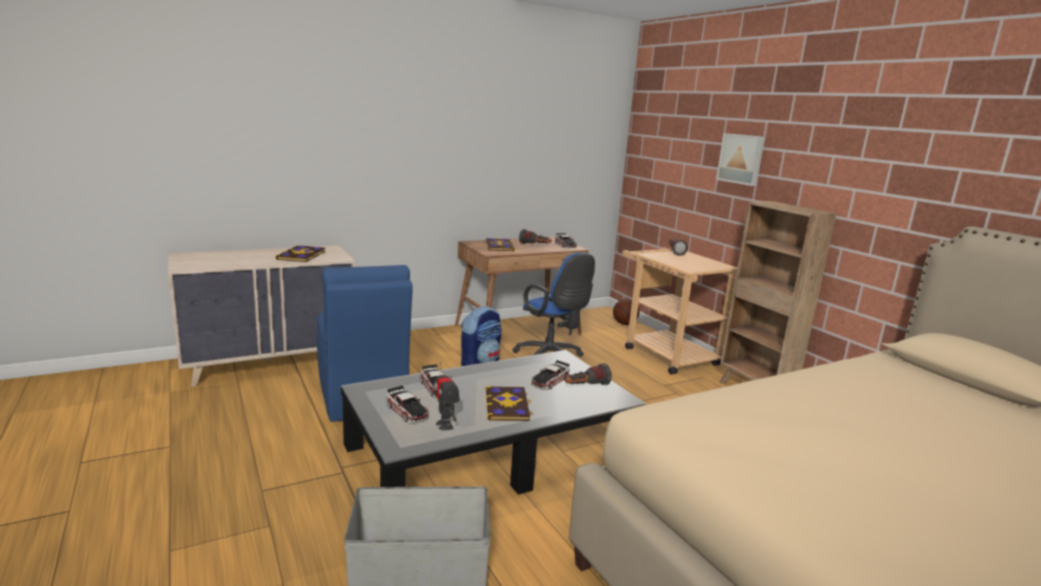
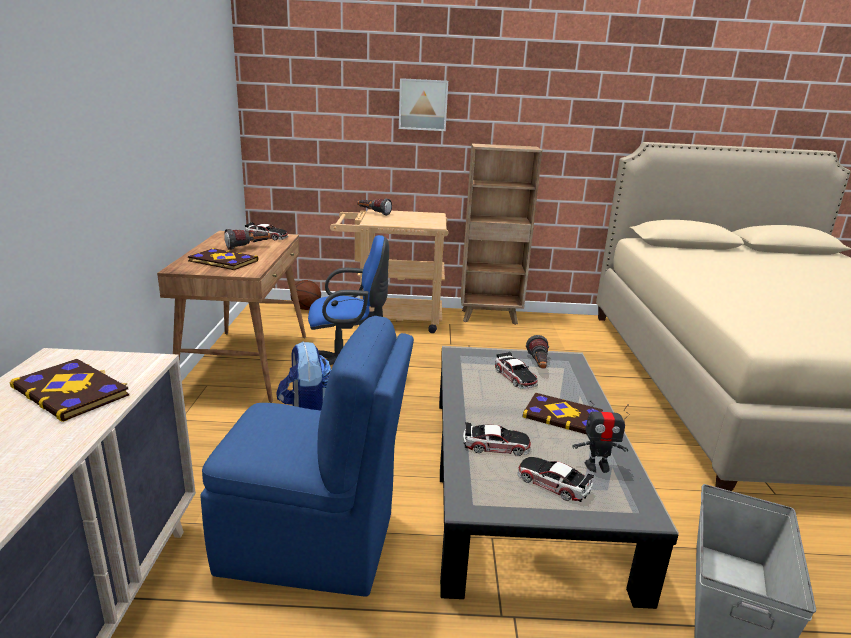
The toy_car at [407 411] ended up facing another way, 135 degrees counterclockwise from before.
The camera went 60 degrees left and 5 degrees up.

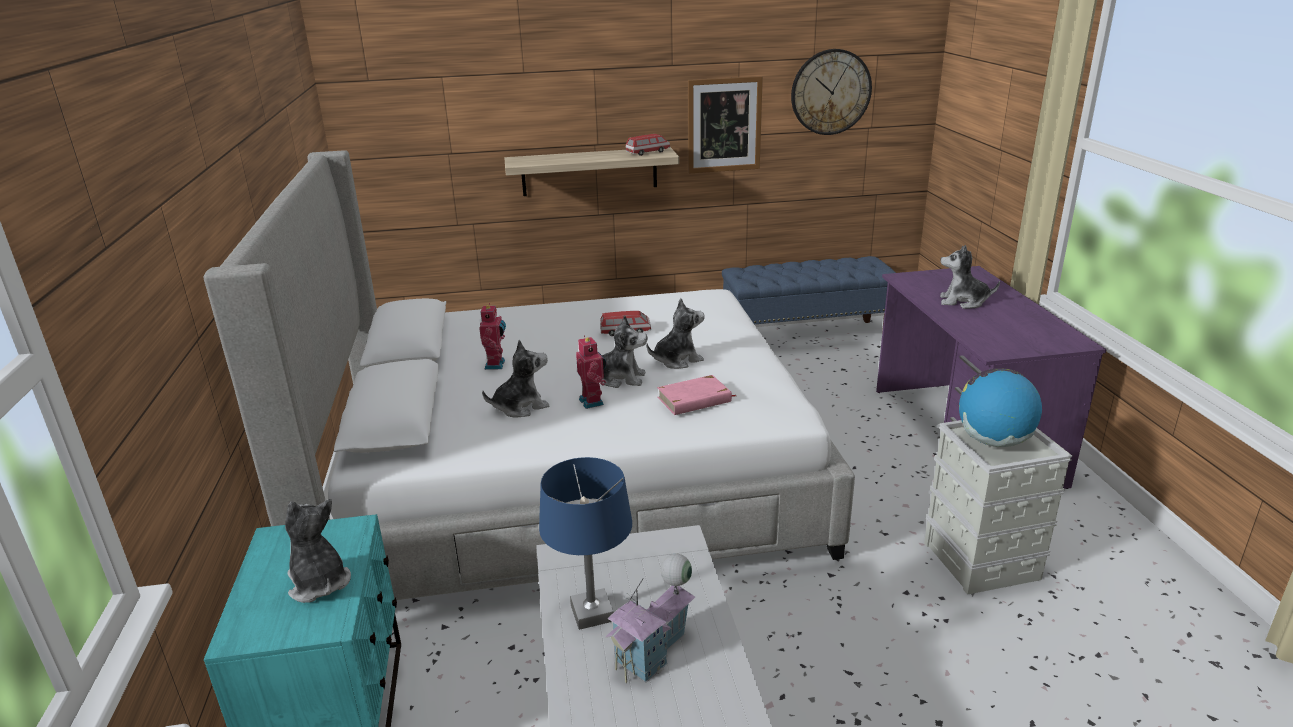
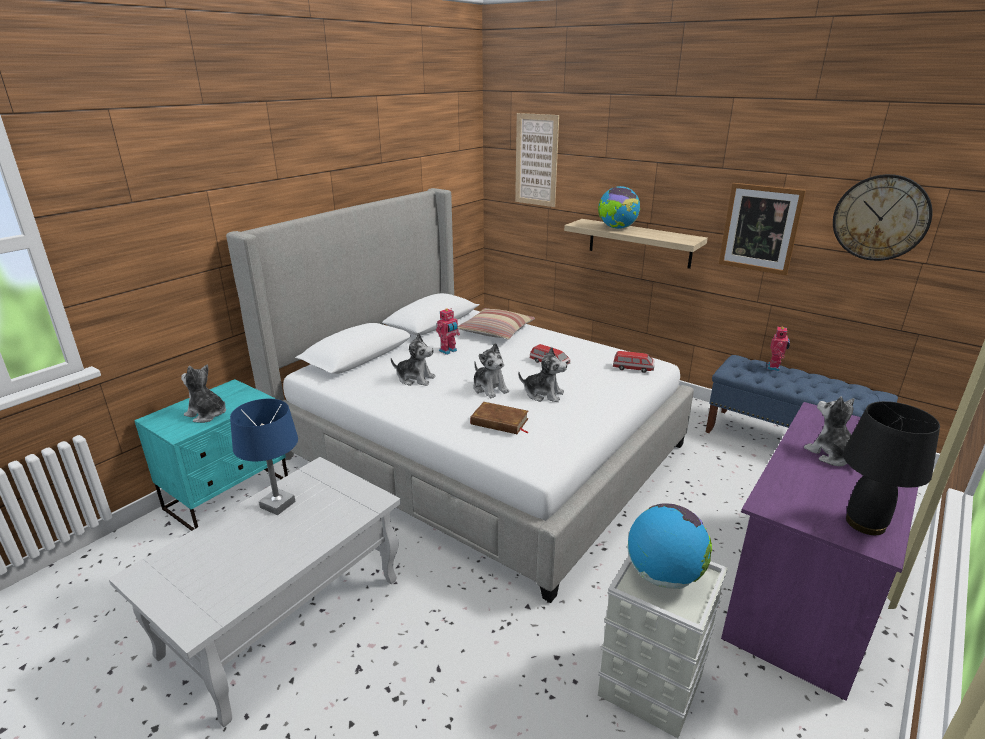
The second view lost the toy_house at [654 651].
The second view gained the pillow at [496 331].
The second view gained the picture at [536 160].
The second view gained the globe at [617 228].
The second view gained the black_table_lamp at [865 524].
The toy_robot ended up elsewhere, having gone from [593 401] to [774 367].
The toy_car ended up elsewhere, having gone from [648 152] to [633 368].
What was the pink_book at [694 400] turned into the brown_book at [499 422].
The plush_toy at [319 583] ended up facing another way, 75 degrees counterclockwise from before.
The camera went 45 degrees right and 0 degrees up.

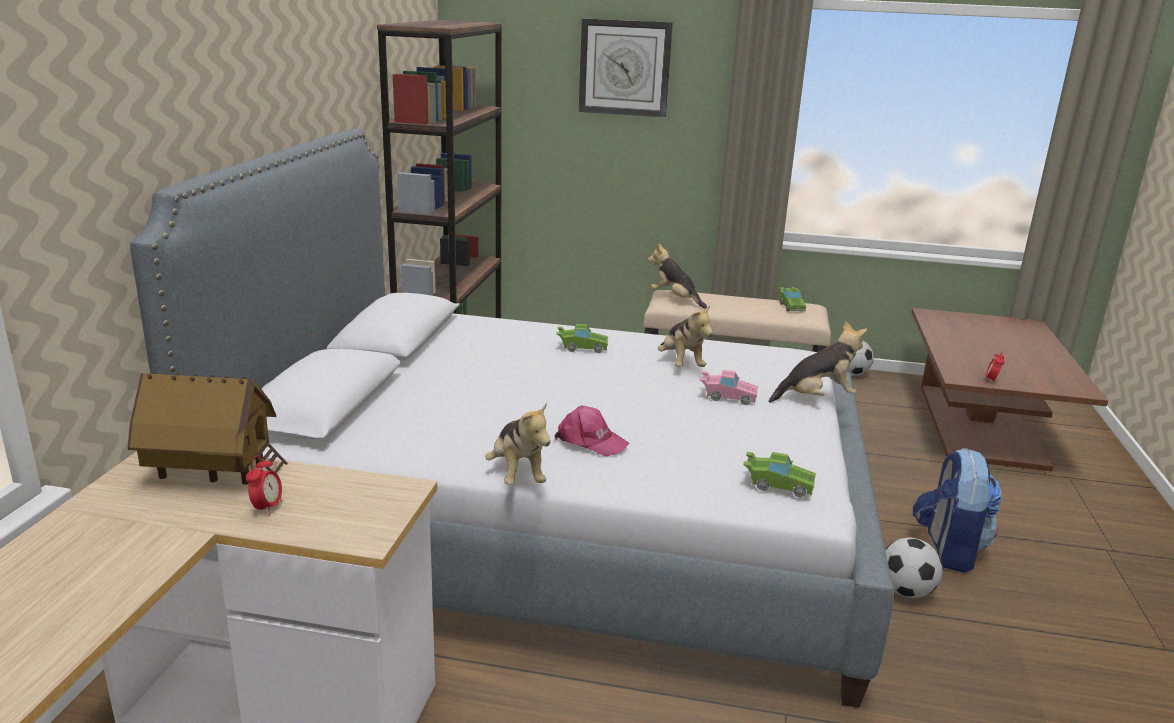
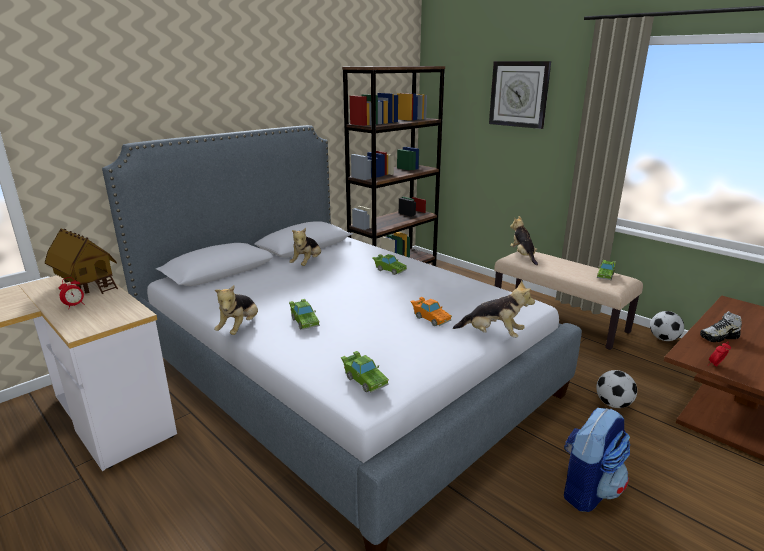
The second view gained the shoe at [719 337].
The plush_toy ended up elsewhere, having gone from [681 364] to [307 263].
The football ended up elsewhere, having gone from [906 591] to [613 404].
Where the pink_cap stood at [590 441], the green_toy_car came to stand at [304 321].
What was the pink_toy_car at [727 397] turned into the orange_toy_car at [430 318].
The camera went 35 degrees right and 0 degrees up.

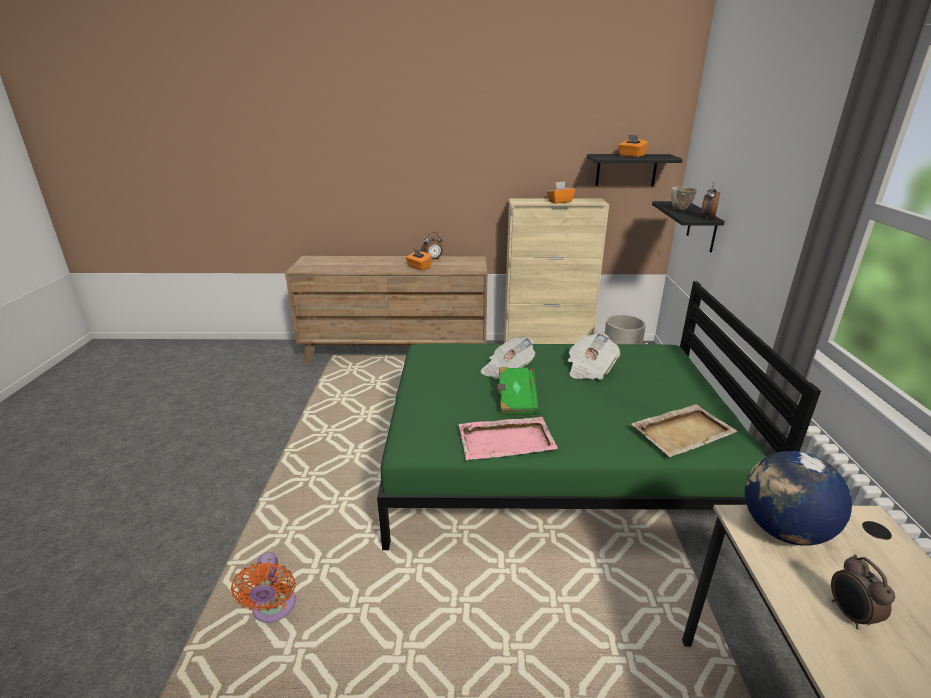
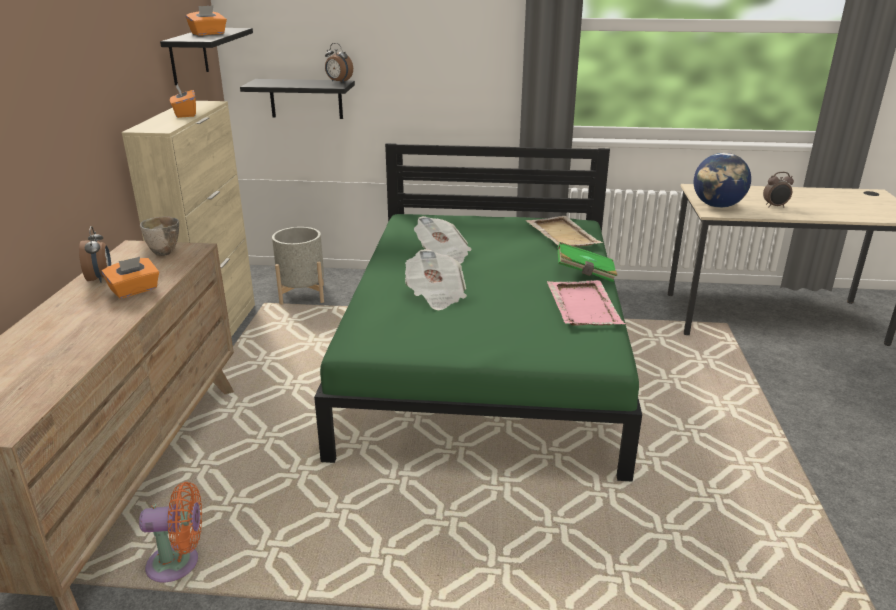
The orange_fan ended up elsewhere, having gone from [273 609] to [178 563].
The green_book ended up elsewhere, having gone from [516 400] to [585 274].
The bowl ended up elsewhere, having gone from [679 210] to [165 253].
The camera went 85 degrees left and 0 degrees up.

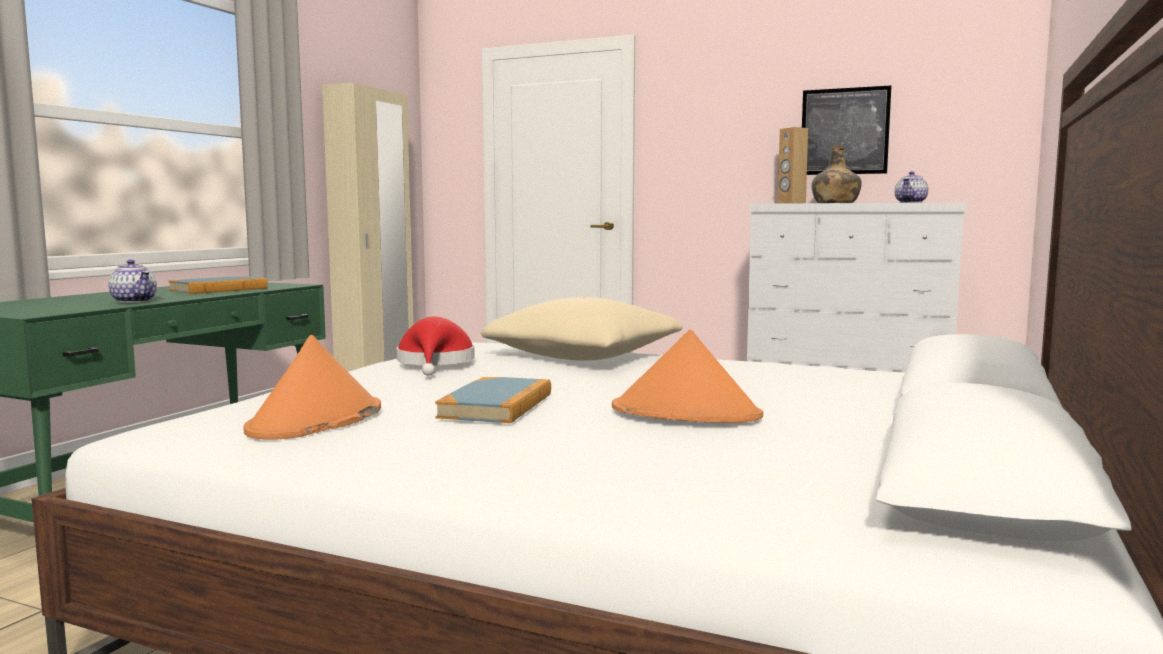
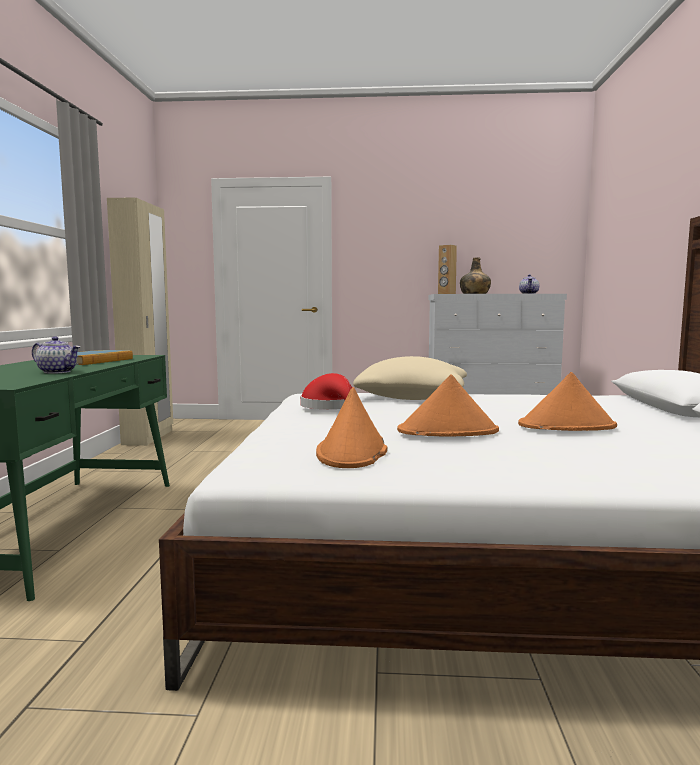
The second view lost the picture at [844 131].
Where the book stood at [497 406], the orange_hat came to stand at [448 431].
The camera went 20 degrees left and 0 degrees up.

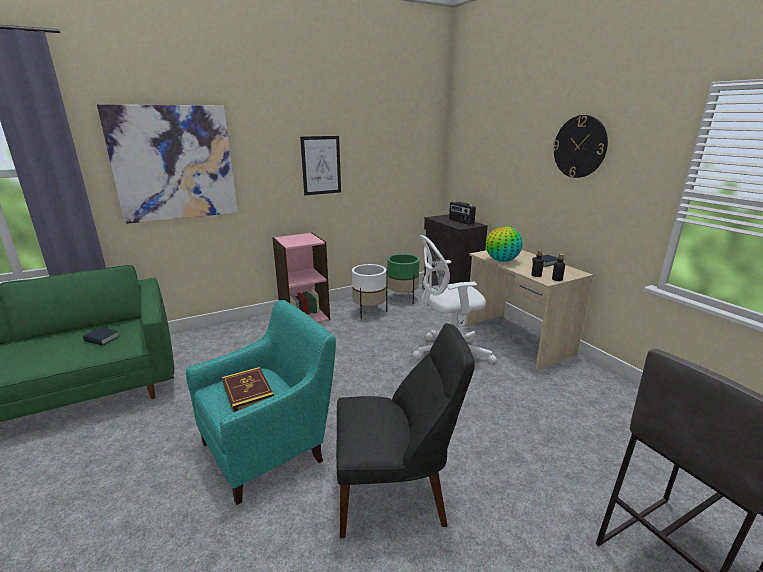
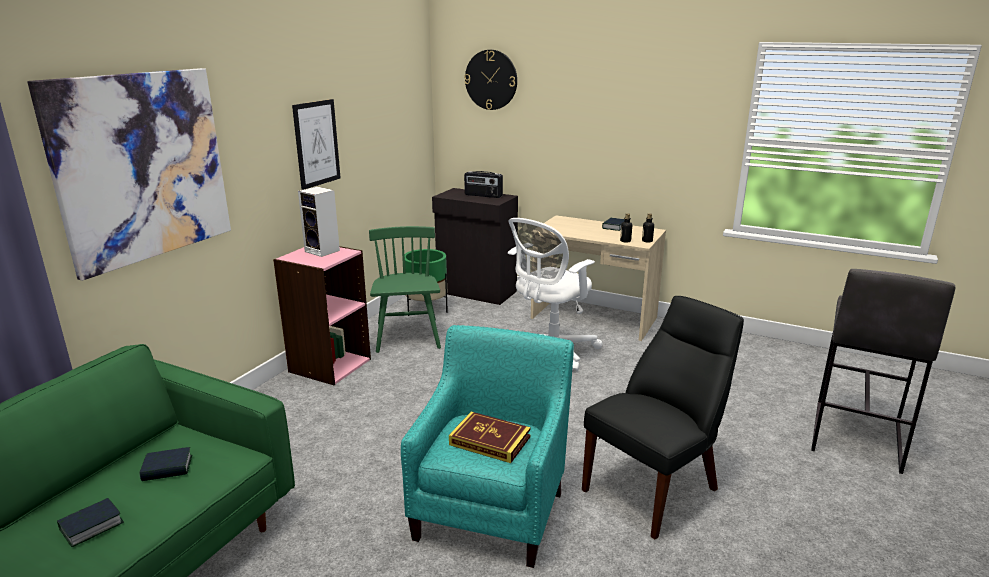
The second view lost the globe at [502 261].
The second view gained the book at [91 526].
The second view gained the speaker at [323 251].
The wall_clock ended up elsewhere, having gone from [580 147] to [491 80].
Where the white_planter stood at [369 312], the green_chair came to stand at [407 336].
The camera went 35 degrees left and 0 degrees up.

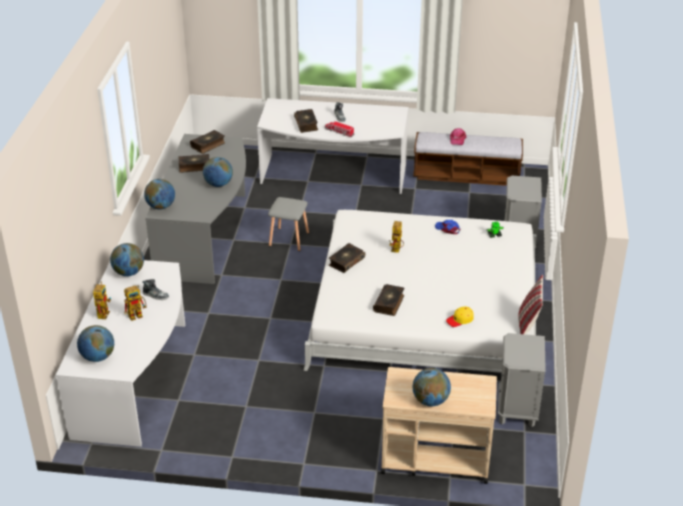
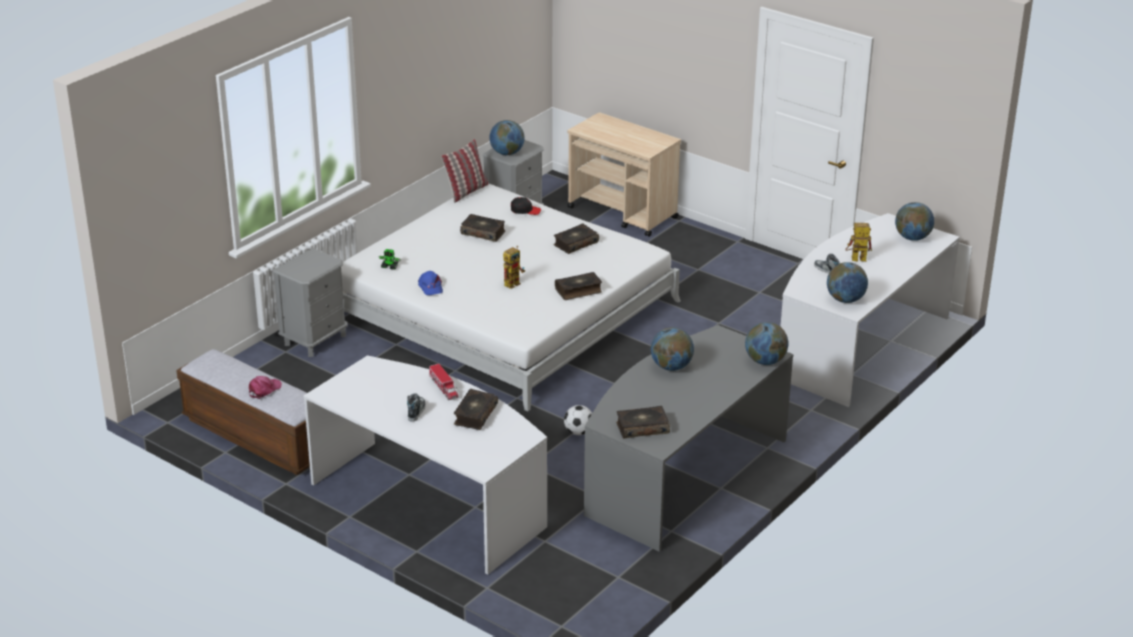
The second view lost the toy_robot at [103 312].
The book ended up elsewhere, having gone from [194 167] to [483 232].
The globe ended up elsewhere, having gone from [430 400] to [507 153].
Where the grey_stool stood at [289 240], the football came to stand at [578 432].
What was the yellow_cap at [460 320] turned into the black_cap at [525 210].
The camera went 150 degrees left and 5 degrees down.

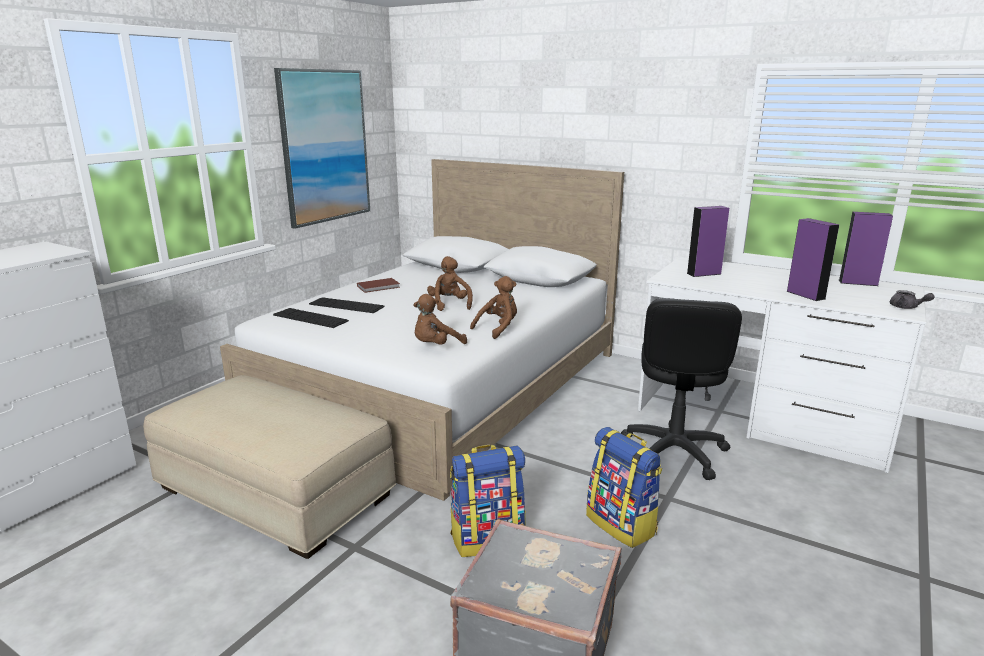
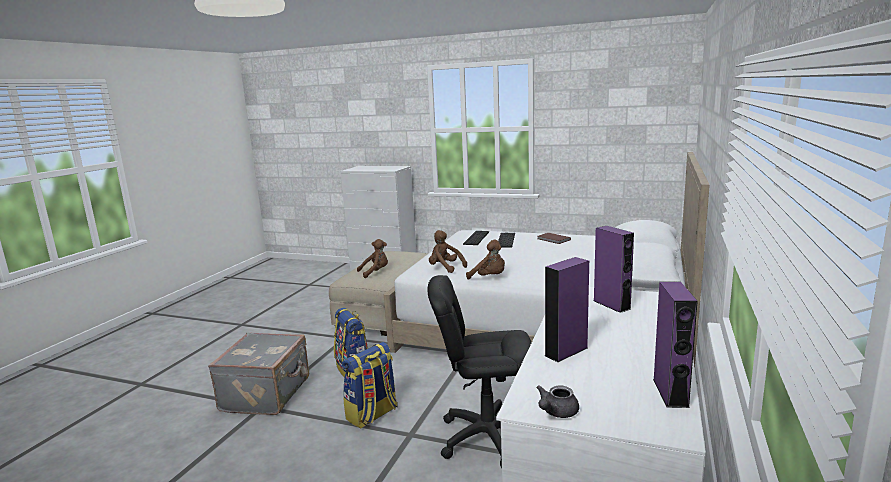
The second view lost the picture at [325 146].
The brown_plush_toy ended up elsewhere, having gone from [449 304] to [375 272].
The camera went 80 degrees right and 5 degrees down.

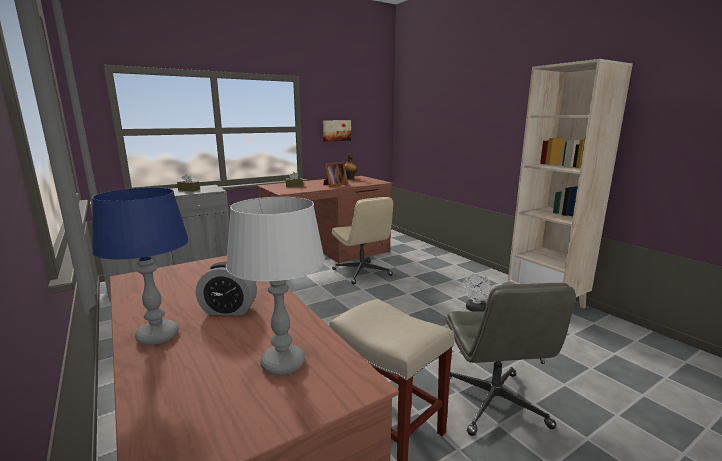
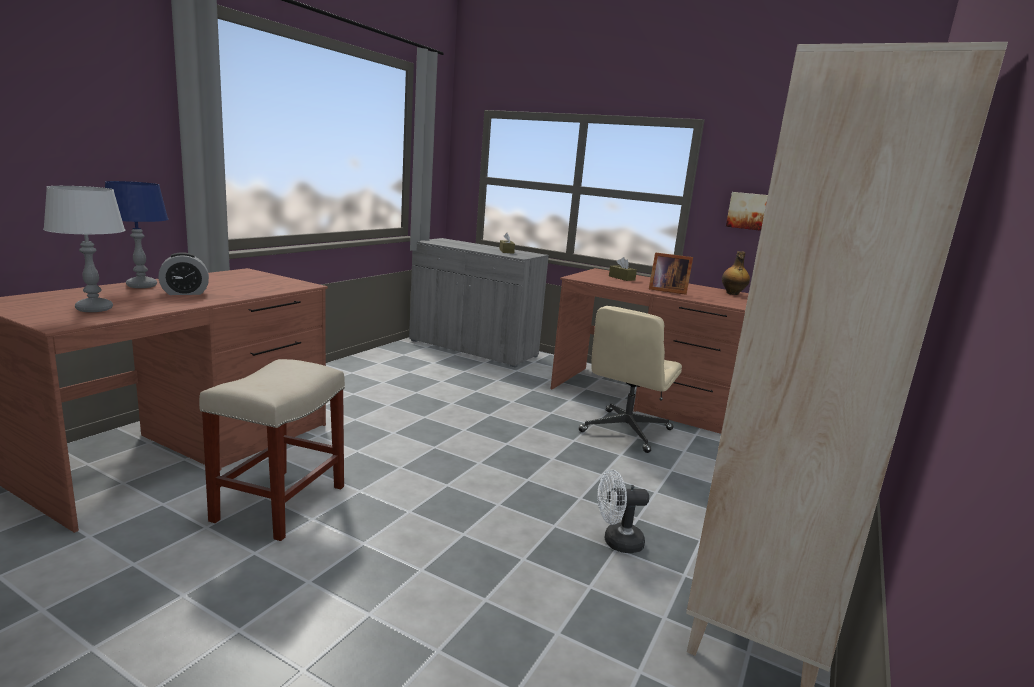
The second view lost the grey_office_chair at [494 403].
The alarm_clock at [229 310] ended up facing another way, 90 degrees counterclockwise from before.
The camera went 60 degrees right and 0 degrees up.

